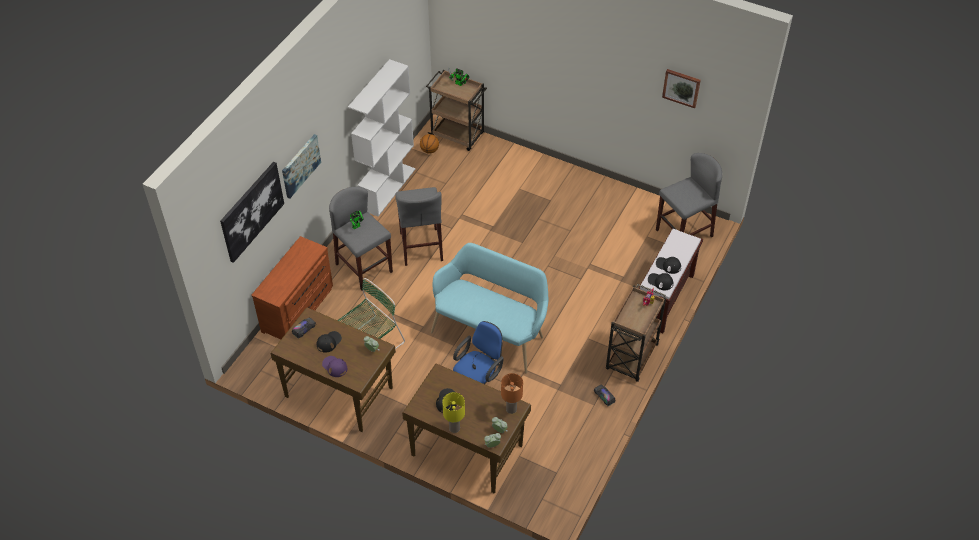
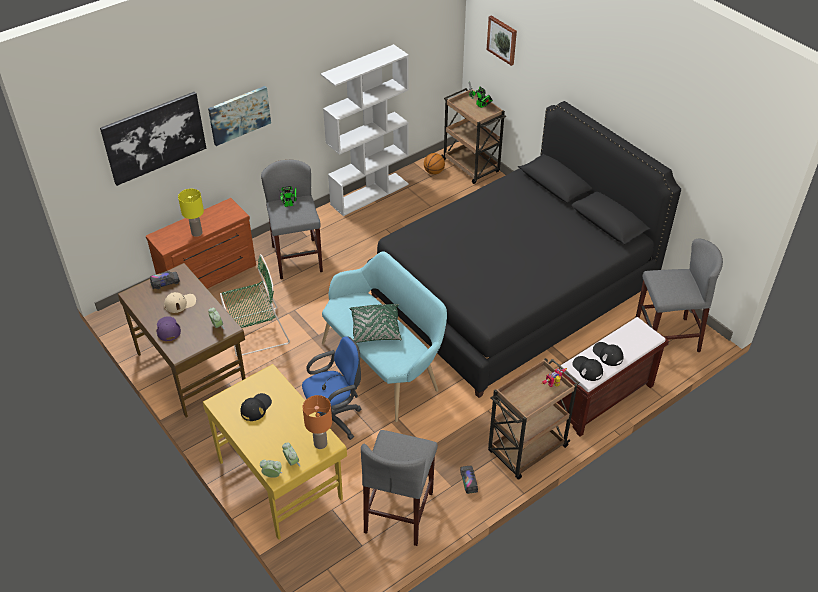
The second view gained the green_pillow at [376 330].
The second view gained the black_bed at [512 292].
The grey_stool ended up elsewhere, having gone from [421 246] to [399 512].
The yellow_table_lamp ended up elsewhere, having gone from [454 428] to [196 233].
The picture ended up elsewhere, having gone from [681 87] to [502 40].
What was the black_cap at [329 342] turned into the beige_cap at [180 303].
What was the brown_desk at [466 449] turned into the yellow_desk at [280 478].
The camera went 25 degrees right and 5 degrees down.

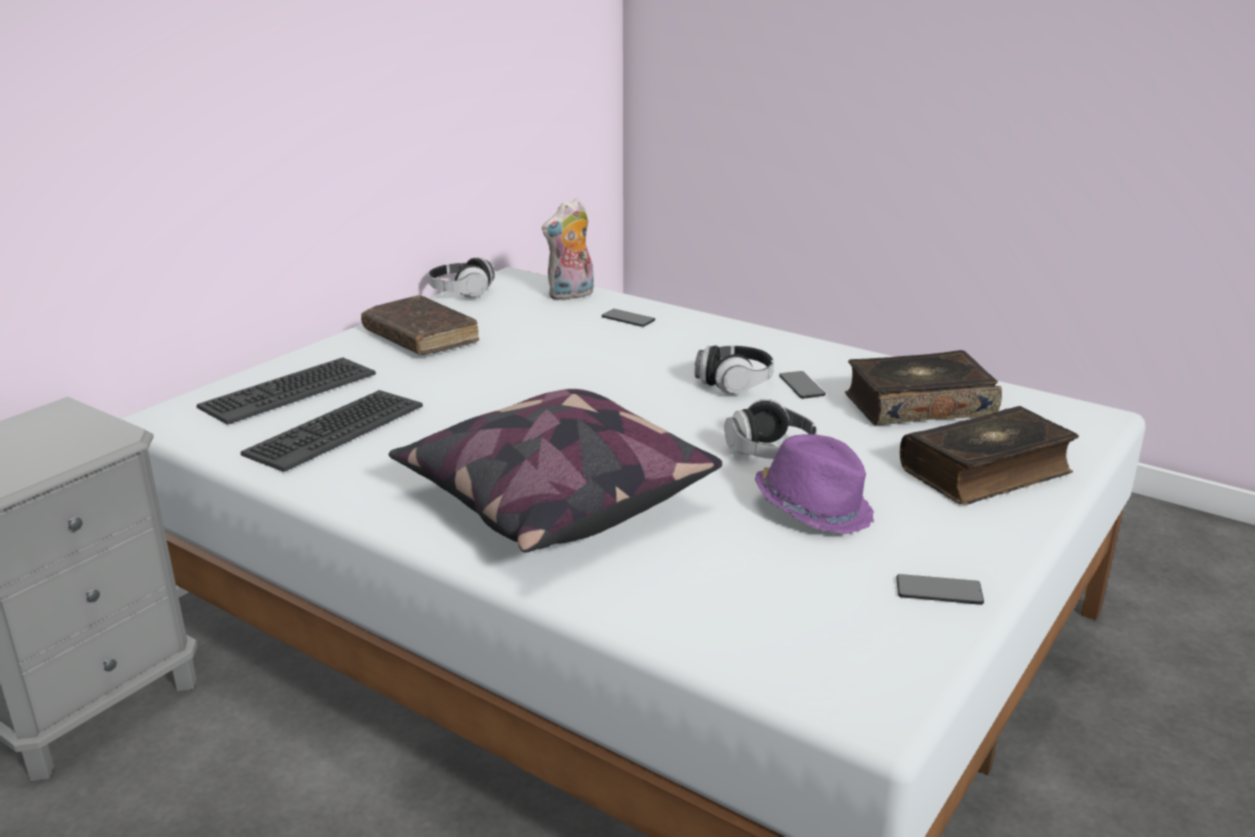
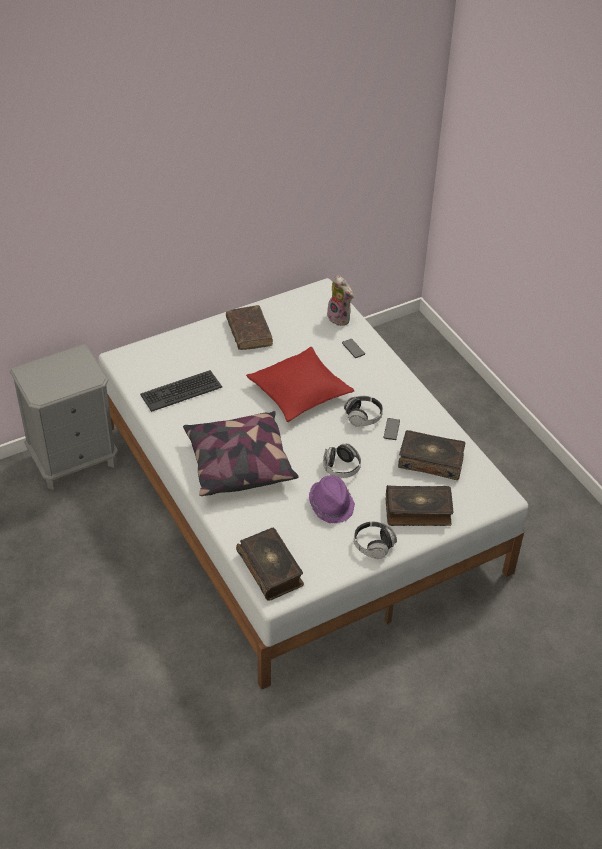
The second view lost the keyboard at [288 391].
The second view lost the phone at [939 591].
The second view gained the book at [271 569].
The second view gained the red_pillow at [299 392].
The headphones ended up elsewhere, having gone from [461 292] to [373 545].
The plush_toy at [571 295] ended up facing another way, 120 degrees counterclockwise from before.
The camera went 25 degrees right and 20 degrees up.

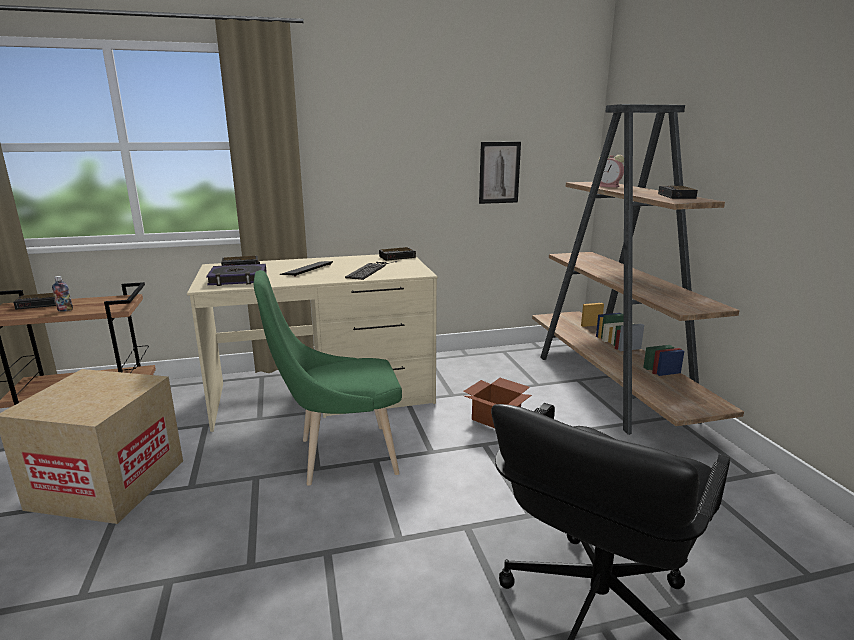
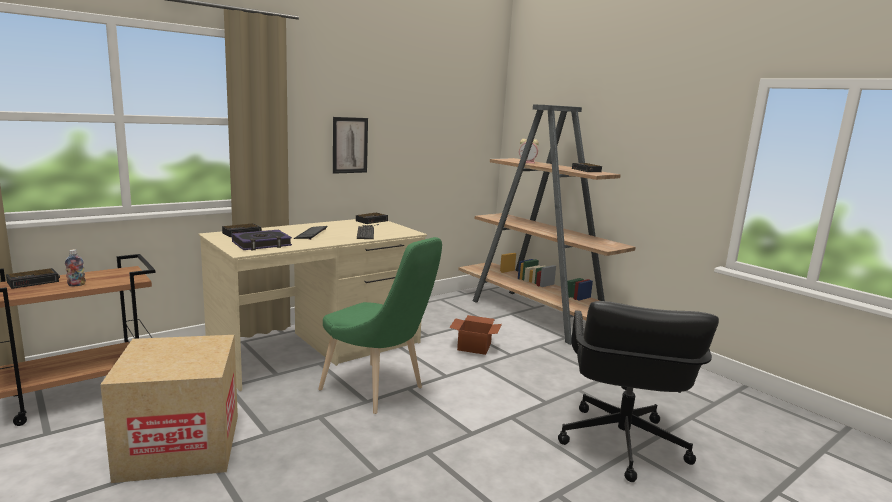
The picture ended up elsewhere, having gone from [499 172] to [350 145].
The green_chair at [339 457] ended up facing another way, 105 degrees counterclockwise from before.
The camera went 25 degrees left and 5 degrees down.

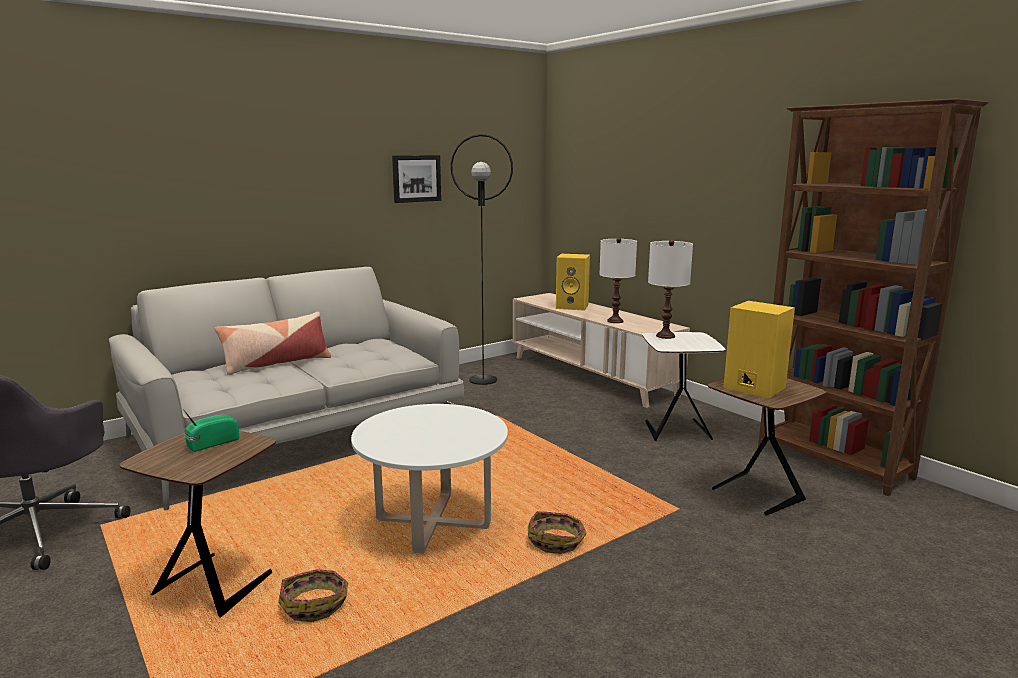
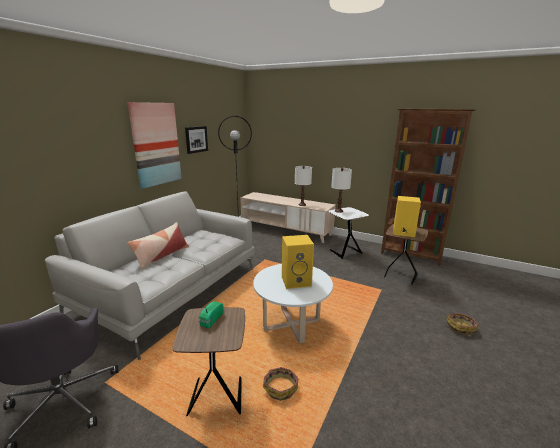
The second view gained the picture at [156 144].
The basket ended up elsewhere, having gone from [557 541] to [460 327].
The yellow_speaker ended up elsewhere, having gone from [573 306] to [297 281].
The camera went 25 degrees left and 5 degrees up.

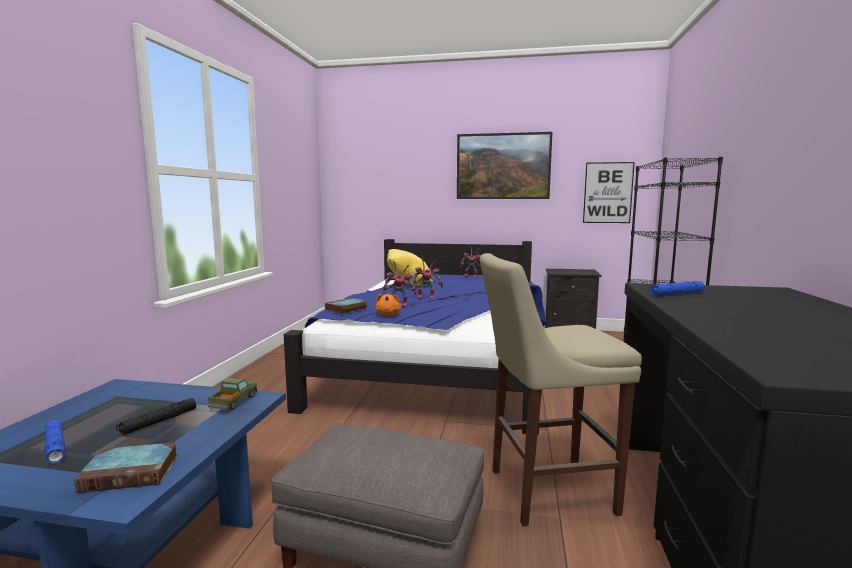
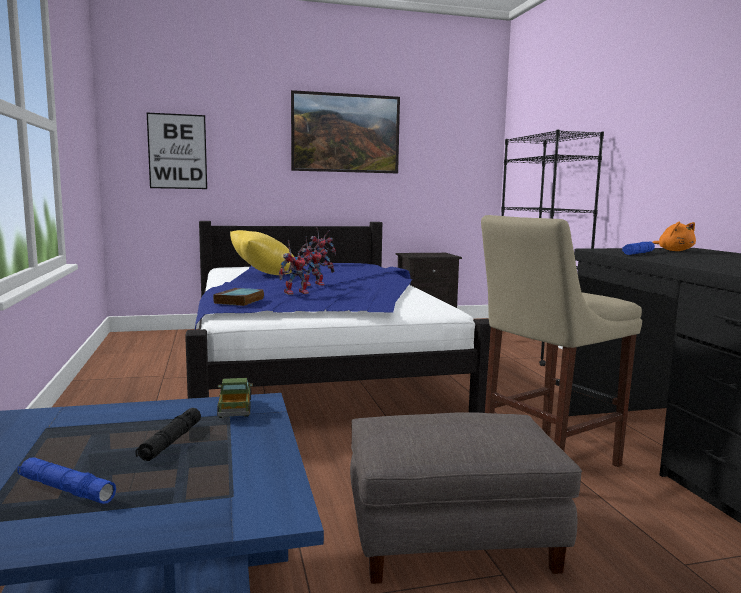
The second view lost the book at [133 472].
The orange_plush_toy ended up elsewhere, having gone from [388 314] to [674 251].
The picture ended up elsewhere, having gone from [608 192] to [177 151].
The camera went 25 degrees left and 0 degrees up.

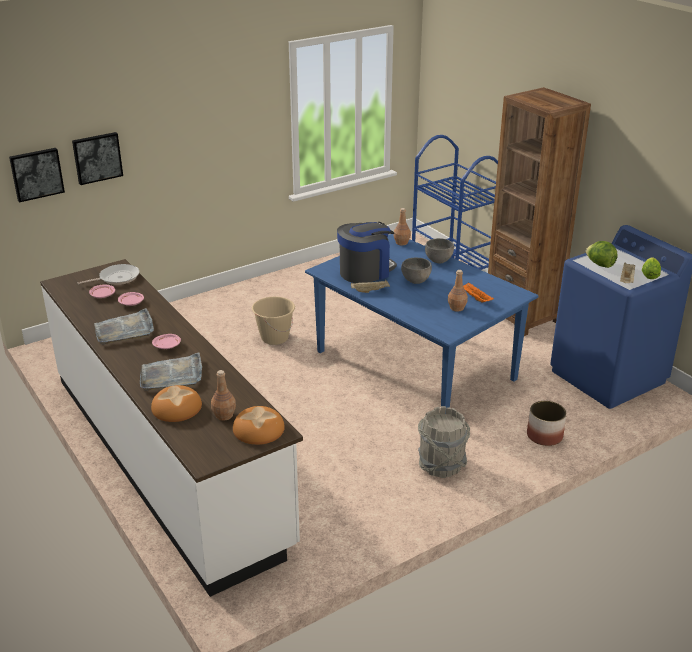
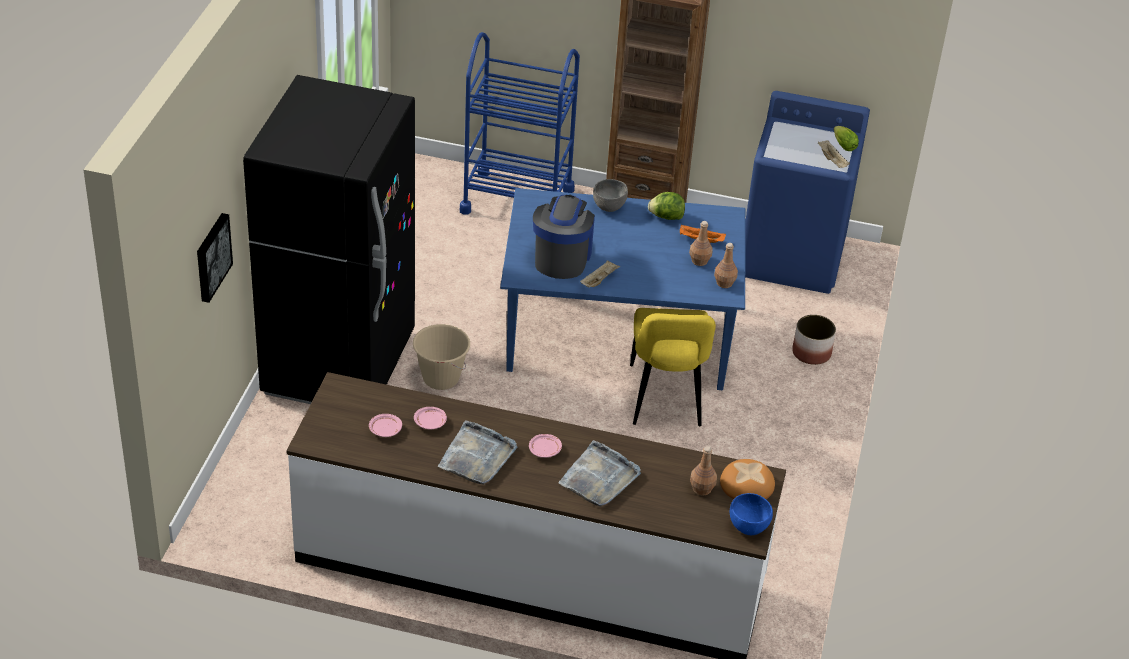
The second view lost the picture at [36 174].
The second view lost the frying_pan at [117 278].
The second view lost the bread at [176 408].
The second view lost the grey_bowl at [416 280].
The second view lost the grey_bucket at [441 465].
The second view gained the black_fridge at [339 364].
The second view gained the yellow_chair at [665 399].
The second view gained the blue_bowl at [748 527].
The brown_bottle ended up elsewhere, having gone from [401 242] to [724 283].
The lettuce ended up elsewhere, having gone from [600 264] to [666 217].
The camera went 45 degrees left and 10 degrees up.

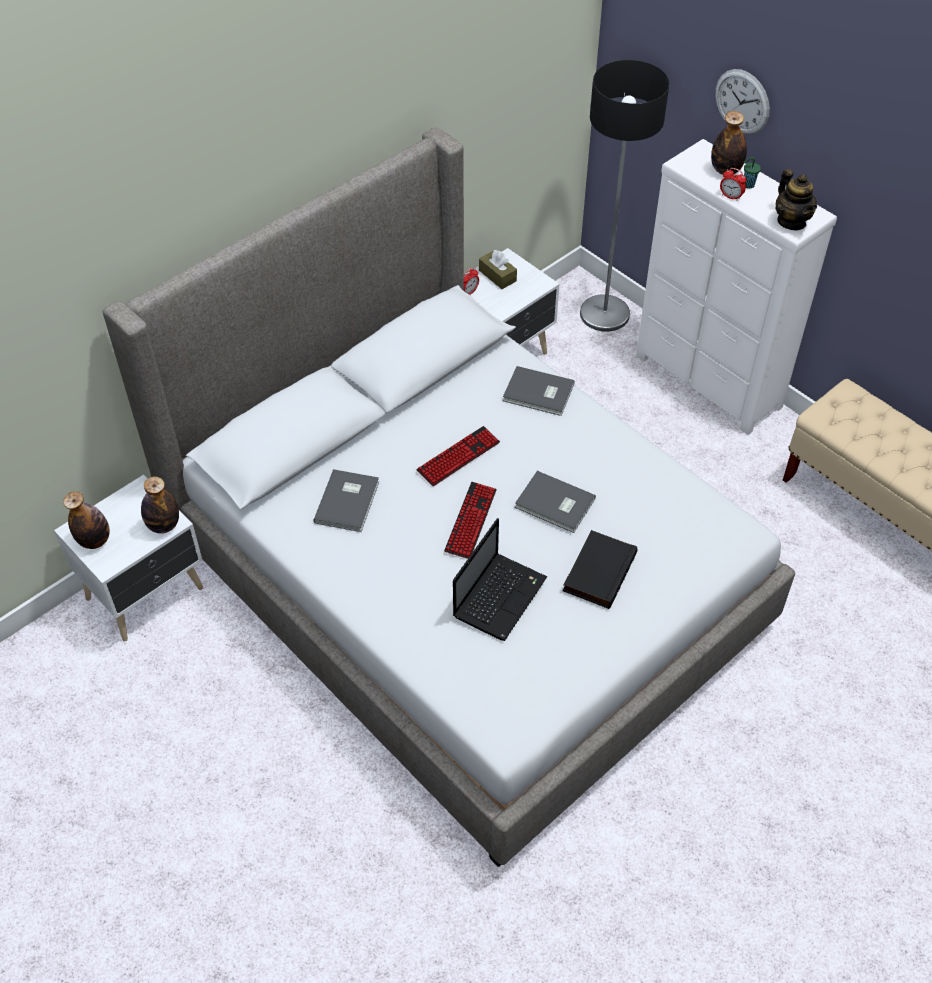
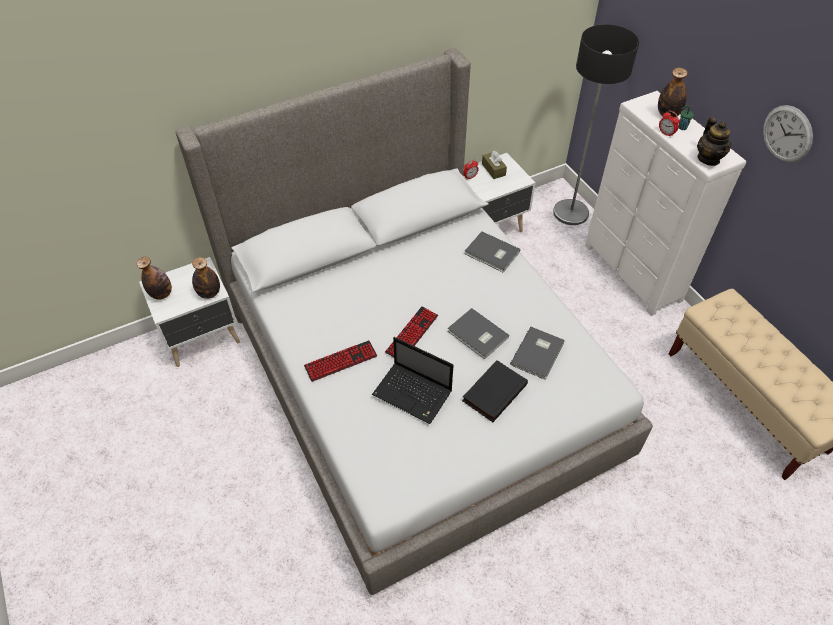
The grey_book ended up elsewhere, having gone from [349 501] to [539 354].
The keyboard ended up elsewhere, having gone from [458 457] to [341 361].
The wall_clock ended up elsewhere, having gone from [742 102] to [787 134].
The laptop at [500 596] ended up facing another way, 75 degrees clockwise from before.
The camera went 15 degrees right and 0 degrees up.

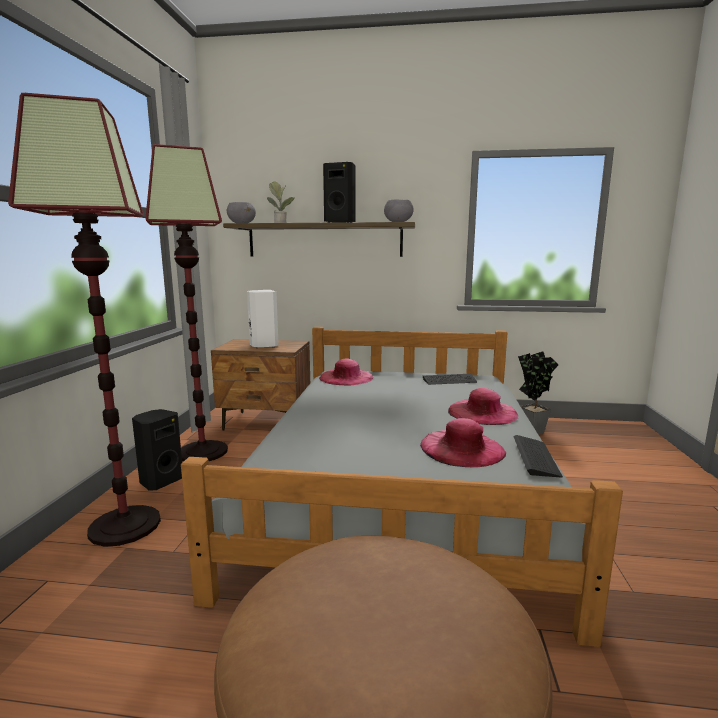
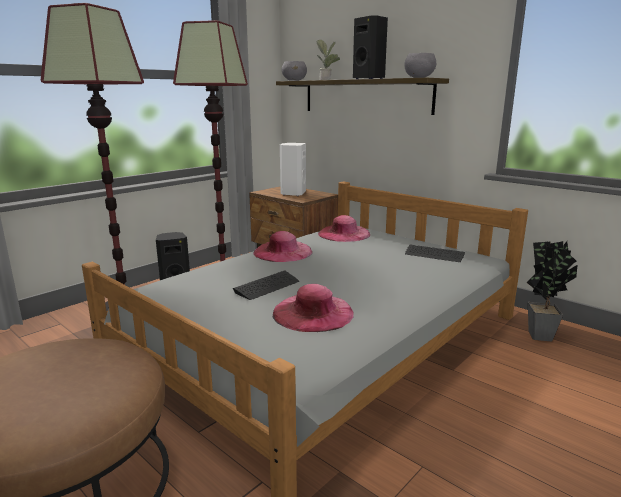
The pink_hat ended up elsewhere, having gone from [482 412] to [283 252].
The keyboard ended up elsewhere, having gone from [535 457] to [267 286].
The camera went 35 degrees right and 5 degrees up.

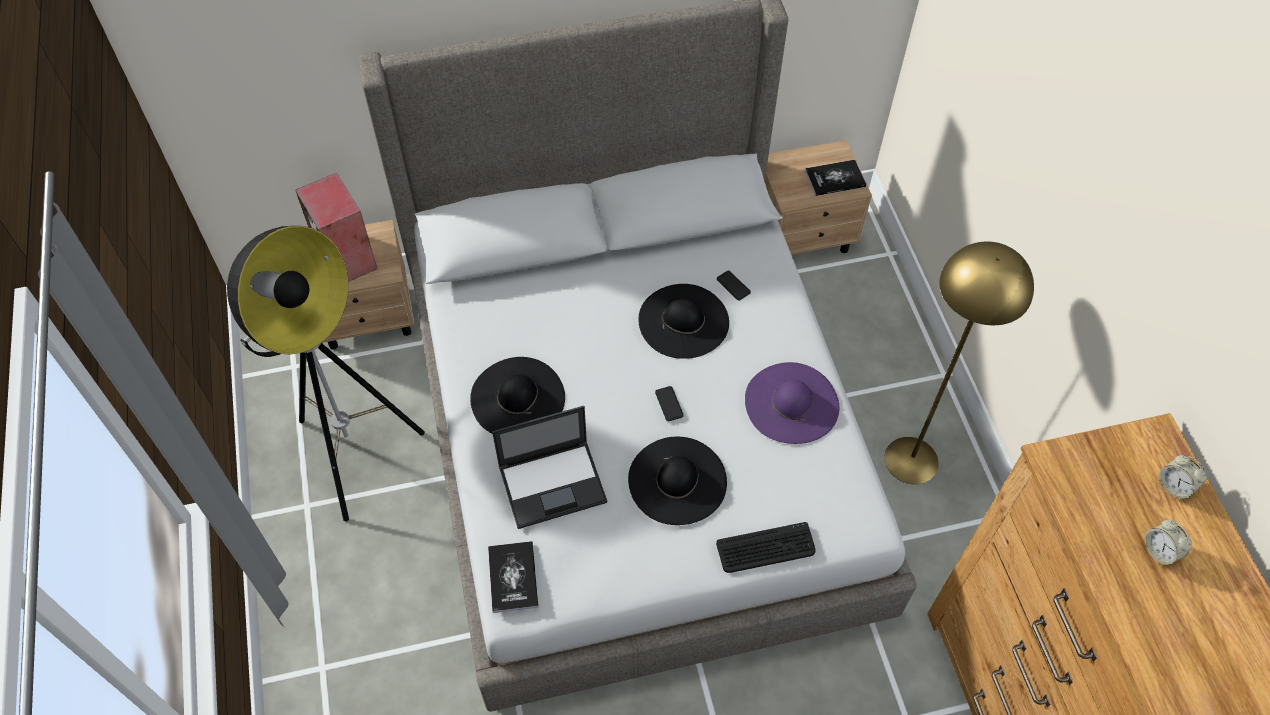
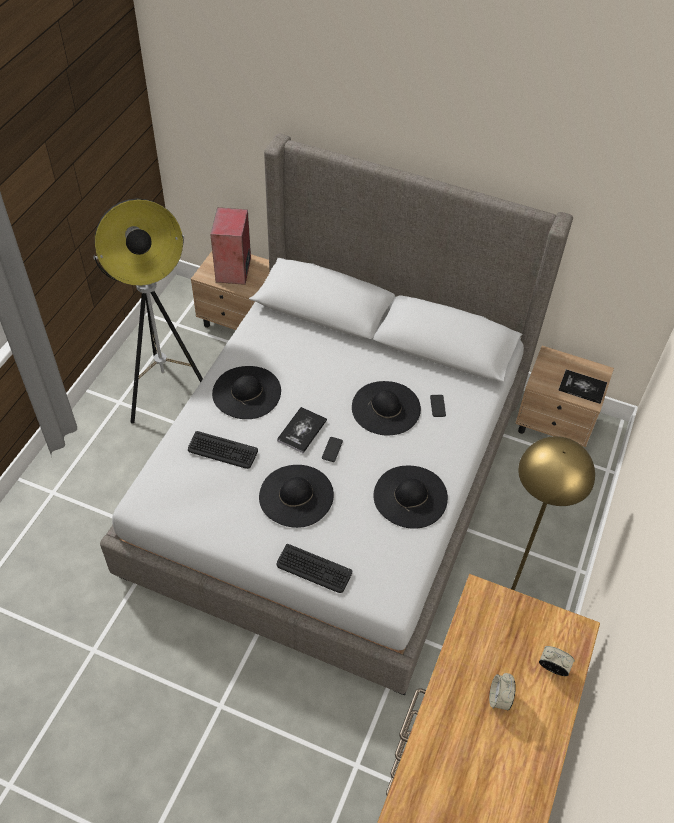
The book ended up elsewhere, having gone from [513 577] to [302 430].
Where the laptop stood at [553 483], the keyboard came to stand at [222 451].
What was the purple_hat at [791 403] turned into the black_hat at [410 496].
The alarm_clock at [1174 486] ended up facing another way, 120 degrees clockwise from before.
The camera went 35 degrees right and 5 degrees down.

